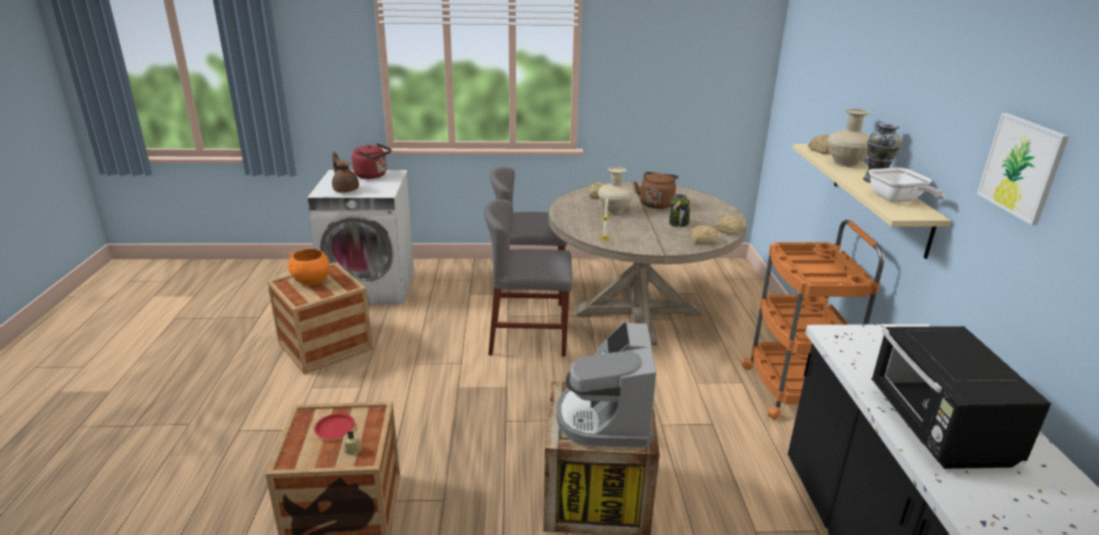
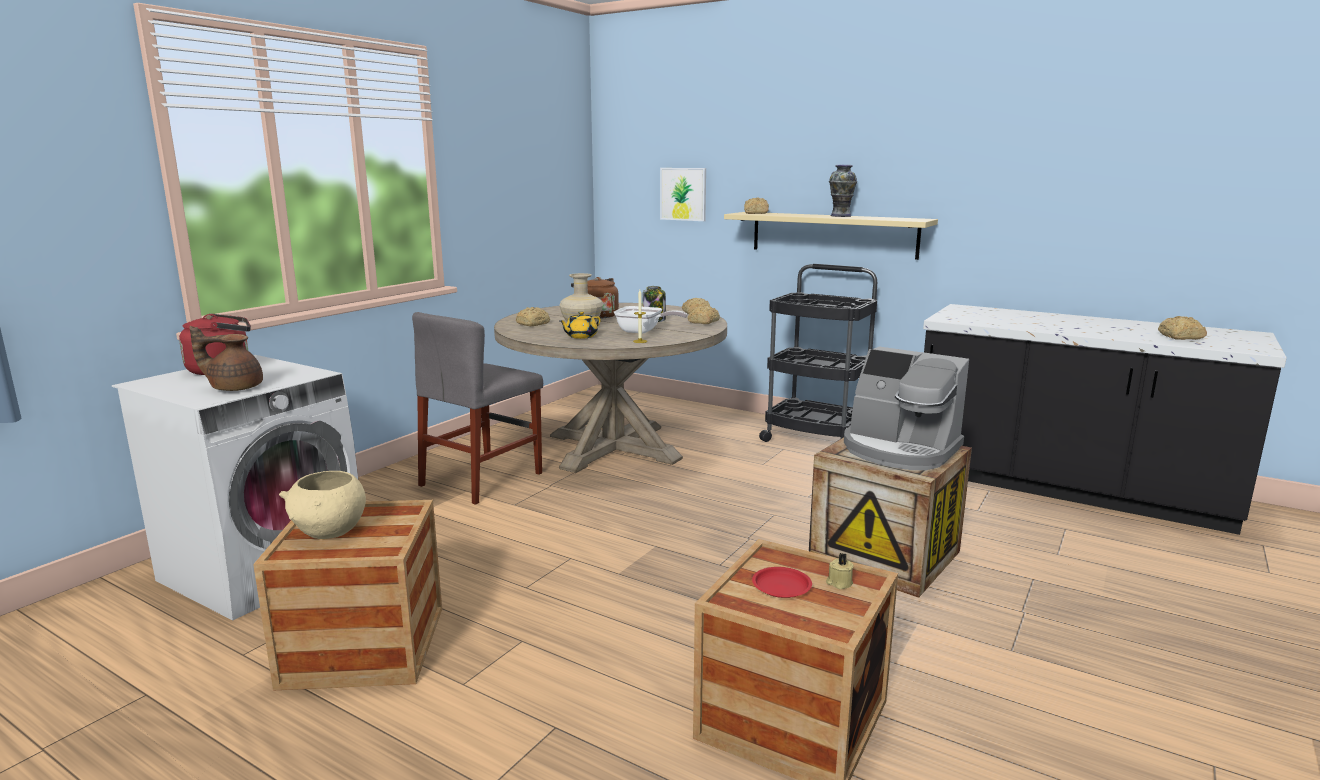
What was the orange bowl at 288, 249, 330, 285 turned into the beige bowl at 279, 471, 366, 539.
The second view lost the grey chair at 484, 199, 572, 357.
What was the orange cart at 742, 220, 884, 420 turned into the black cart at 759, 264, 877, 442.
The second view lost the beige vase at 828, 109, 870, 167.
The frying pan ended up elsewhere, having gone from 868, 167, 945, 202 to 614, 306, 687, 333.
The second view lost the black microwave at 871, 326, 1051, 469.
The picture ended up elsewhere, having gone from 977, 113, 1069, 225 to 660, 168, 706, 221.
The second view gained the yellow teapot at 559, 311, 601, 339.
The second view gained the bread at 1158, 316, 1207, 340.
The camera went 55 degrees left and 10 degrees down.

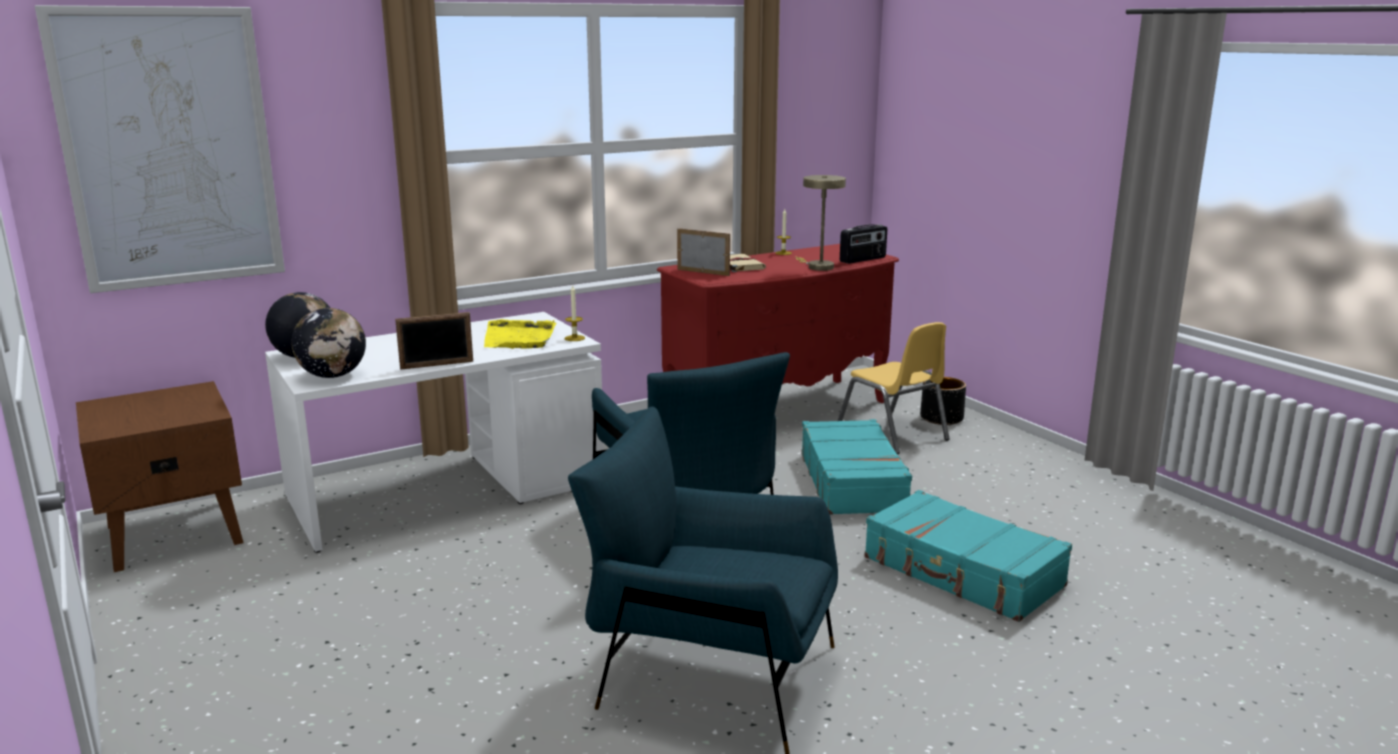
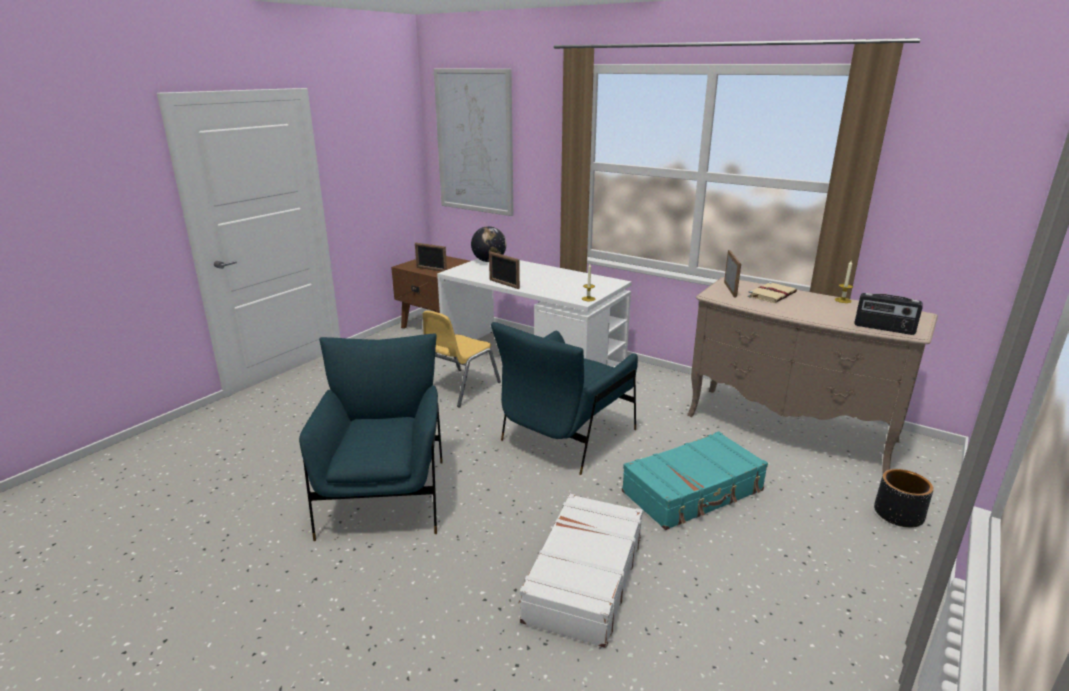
The second view lost the globe at 291, 308, 366, 378.
The second view lost the yellow tray at 484, 319, 556, 349.
What was the red dresser at 657, 244, 899, 403 turned into the beige dresser at 687, 277, 938, 474.
The second view lost the beige table lamp at 795, 175, 846, 271.
The yellow chair ended up elsewhere, having gone from 838, 322, 949, 454 to 422, 311, 501, 407.
What was the turquoise suitcase at 864, 490, 1072, 622 turned into the white suitcase at 518, 494, 643, 648.
The second view gained the picture frame at 415, 243, 447, 272.
The camera went 65 degrees right and 5 degrees up.

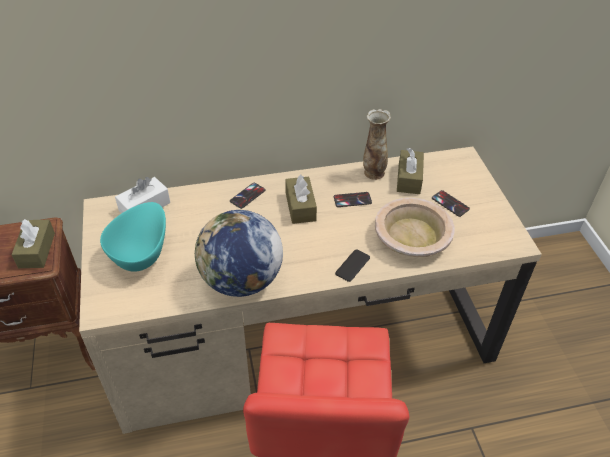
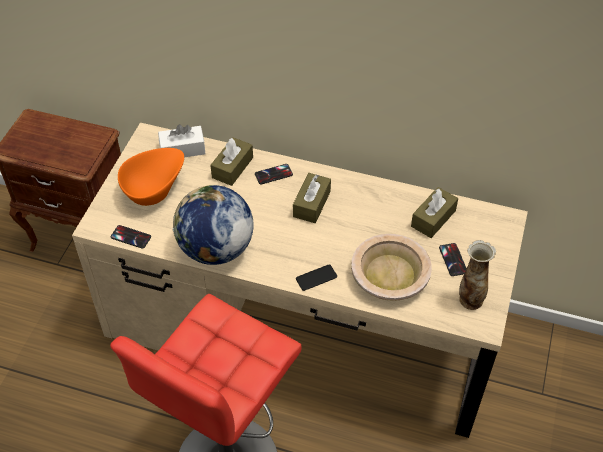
The brown tissue box ended up elsewhere, having gone from 12, 219, 55, 268 to 210, 137, 253, 186.
What was the turquoise bowl at 100, 202, 166, 272 turned into the orange bowl at 118, 148, 184, 206.
The phone ended up elsewhere, having gone from 334, 192, 372, 207 to 111, 225, 151, 249.
The vase ended up elsewhere, having gone from 363, 109, 391, 180 to 459, 240, 496, 310.
The camera went 30 degrees right and 5 degrees up.

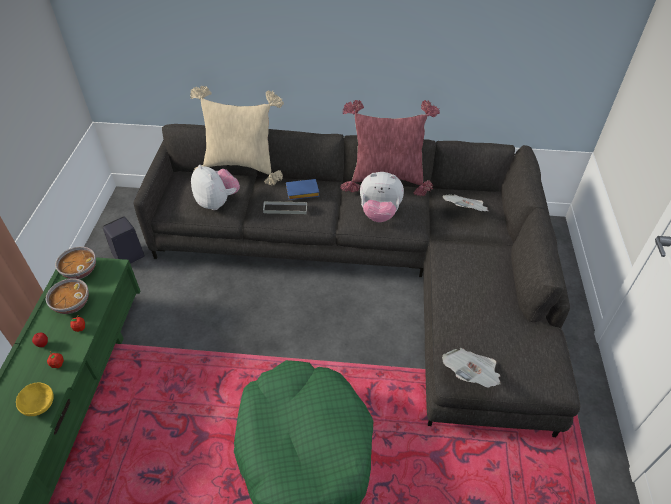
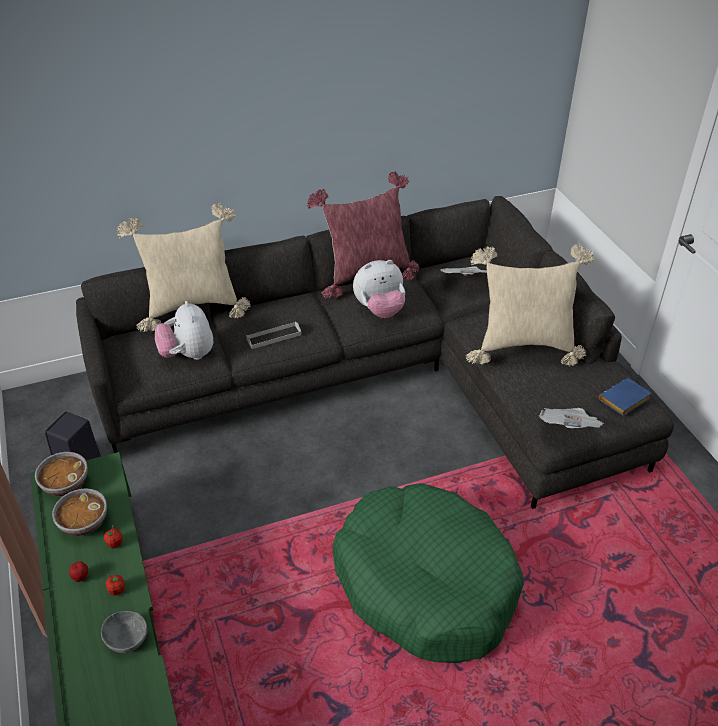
What was the yellow bowl at 16, 383, 54, 416 turned into the grey bowl at 101, 611, 147, 653.
The plush toy at 191, 165, 240, 210 ended up facing another way, 135 degrees counterclockwise from before.
The blue book ended up elsewhere, having gone from 286, 179, 319, 200 to 599, 378, 652, 416.
The second view gained the beige pillow at 465, 244, 595, 367.
The camera went 25 degrees left and 5 degrees down.

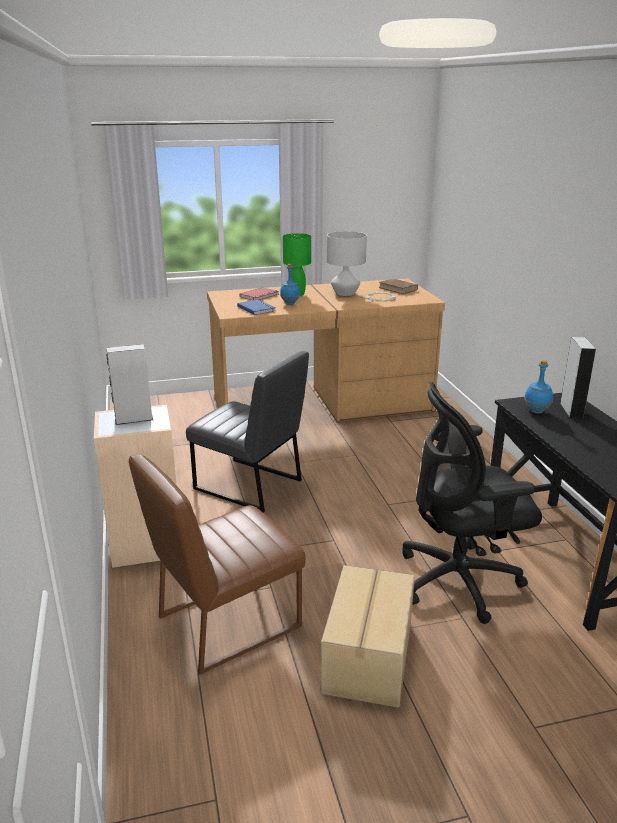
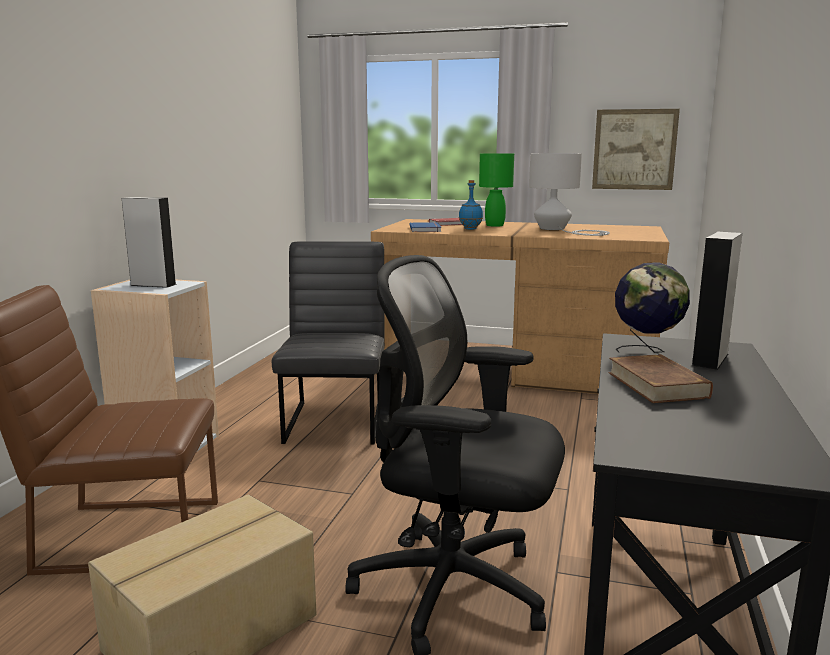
The grey chair at 186, 351, 309, 513 ended up facing another way, 150 degrees counterclockwise from before.
The brown book ended up elsewhere, having gone from 379, 278, 418, 294 to 608, 354, 713, 403.
Where the blue bottle stood at 524, 360, 553, 413, the globe came to stand at 615, 262, 690, 353.
The second view gained the picture at 592, 109, 680, 190.
The camera went 30 degrees right and 10 degrees down.

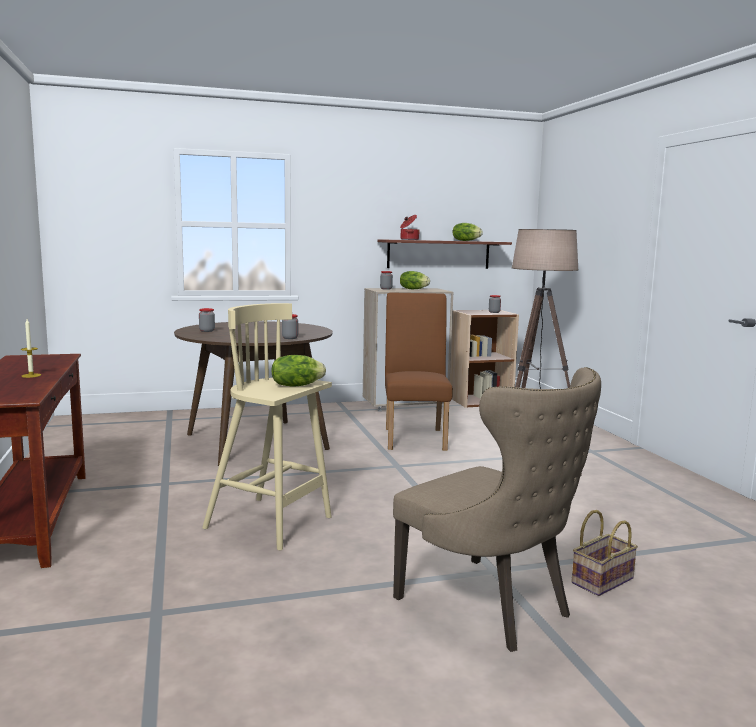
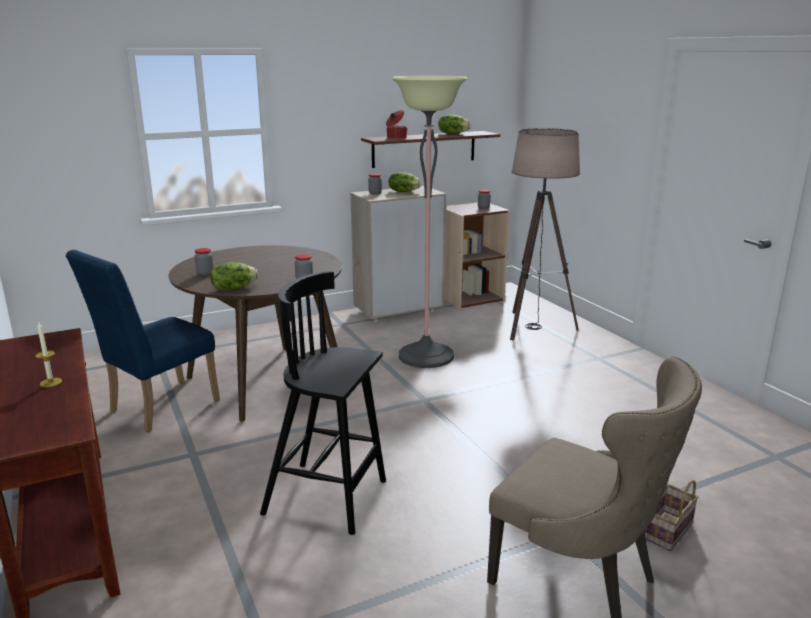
What was the beige stool at 202, 303, 332, 550 turned into the black stool at 260, 272, 386, 535.
The lettuce ended up elsewhere, having gone from 272, 355, 326, 386 to 210, 262, 258, 290.
Where the brown chair stood at 385, 293, 453, 450, the floor lamp came to stand at 392, 76, 468, 368.
The second view gained the blue chair at 66, 250, 220, 432.
The camera went 10 degrees left and 10 degrees up.

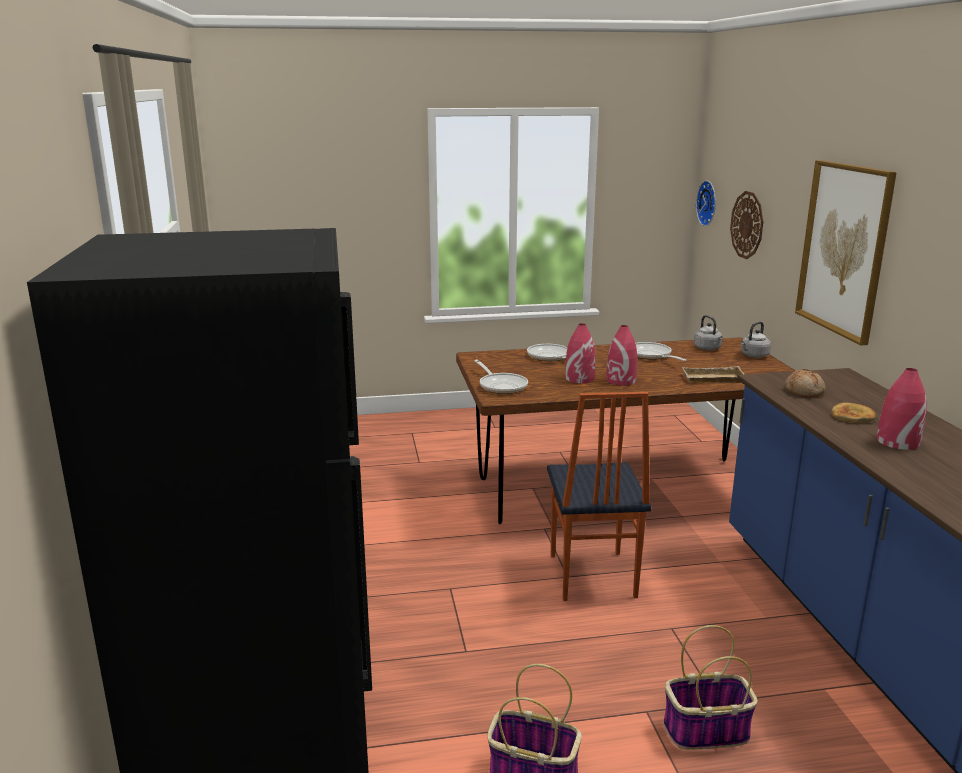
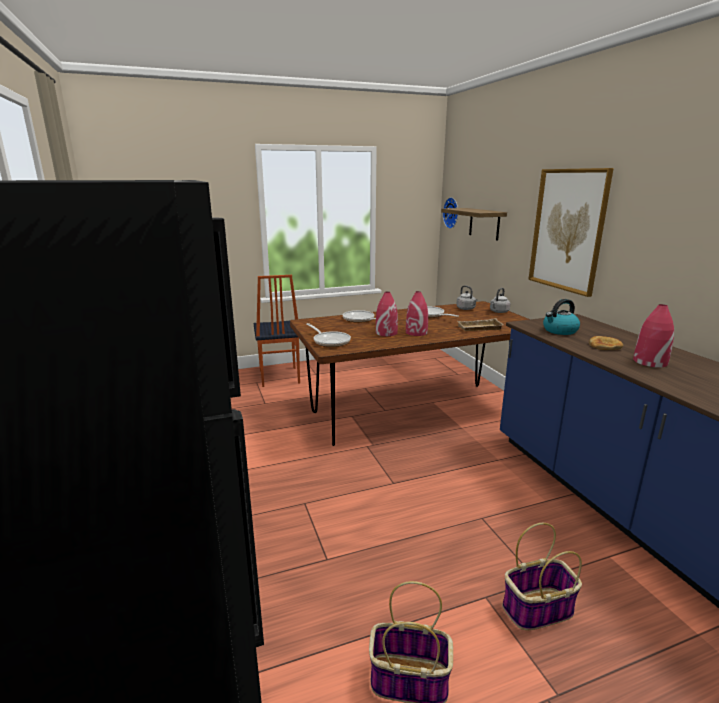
The chair ended up elsewhere, having gone from 547, 392, 652, 601 to 254, 275, 300, 387.
Where the wall clock hung at 730, 191, 763, 259, the shelf came to hang at 441, 208, 507, 241.
Where the bread stood at 784, 369, 826, 398, the kettle came to stand at 543, 299, 580, 335.
The camera went 10 degrees left and 0 degrees up.

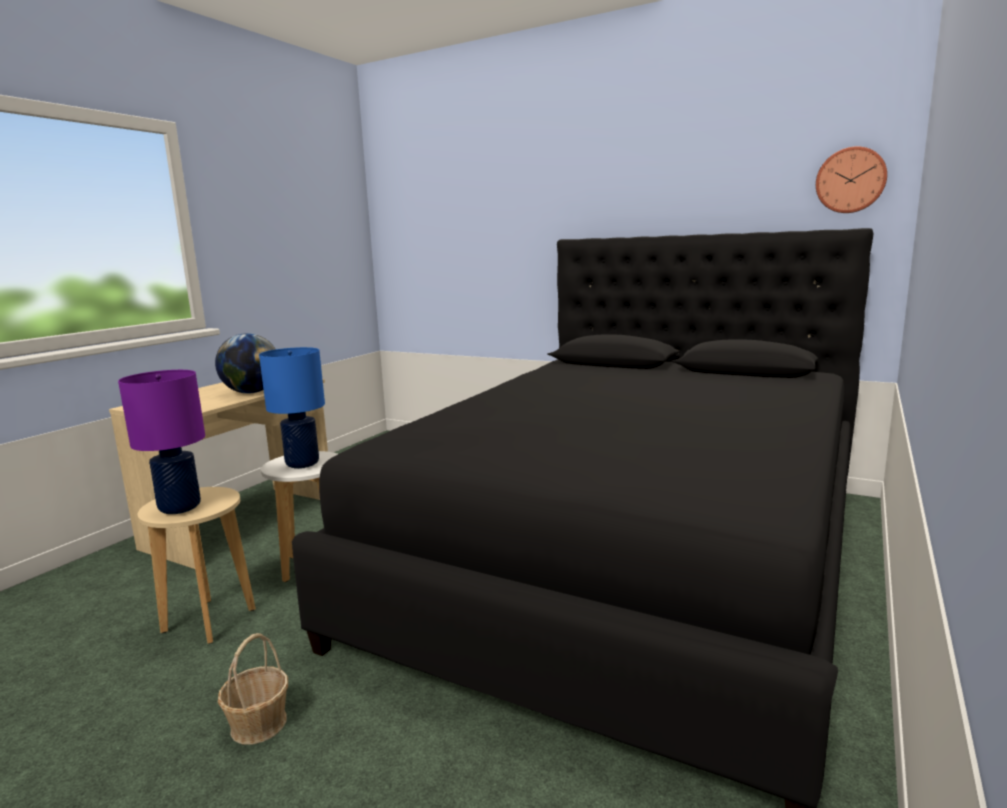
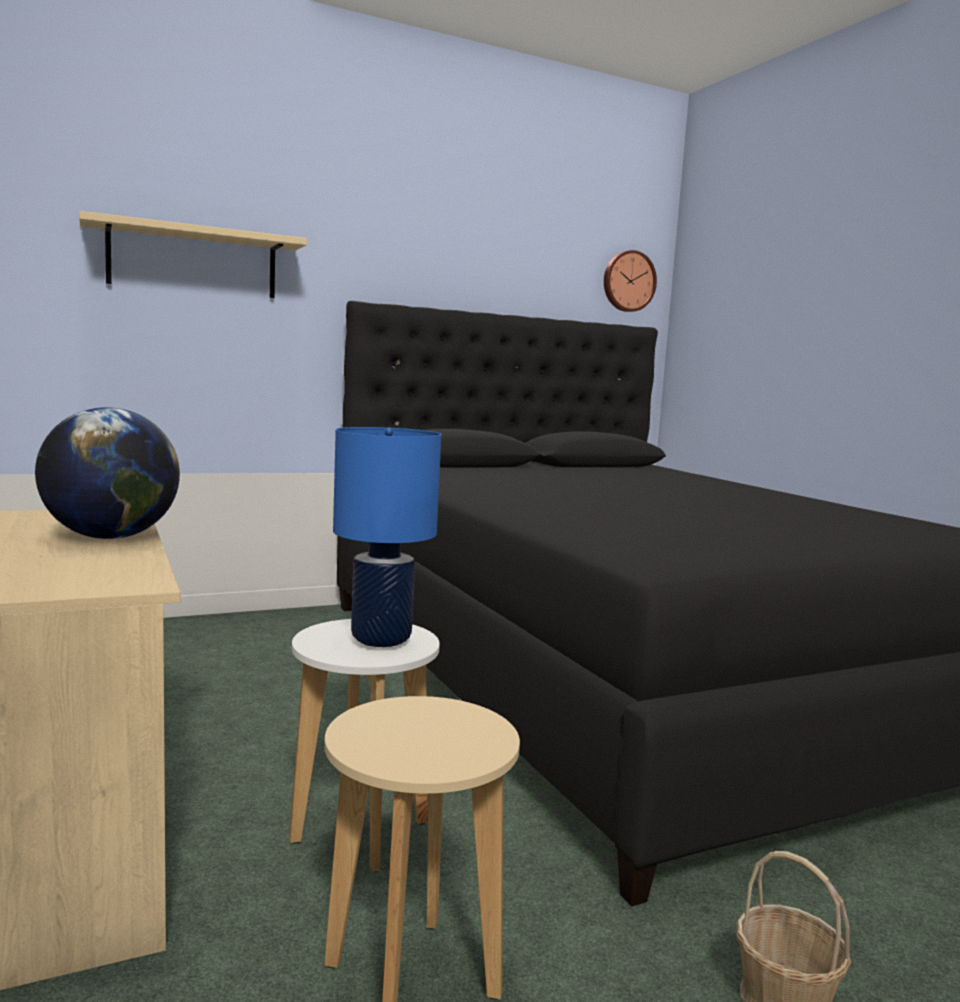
The second view lost the purple table lamp at 118, 370, 205, 514.
The second view gained the beige shelf at 79, 211, 307, 298.
The camera went 55 degrees left and 5 degrees down.

